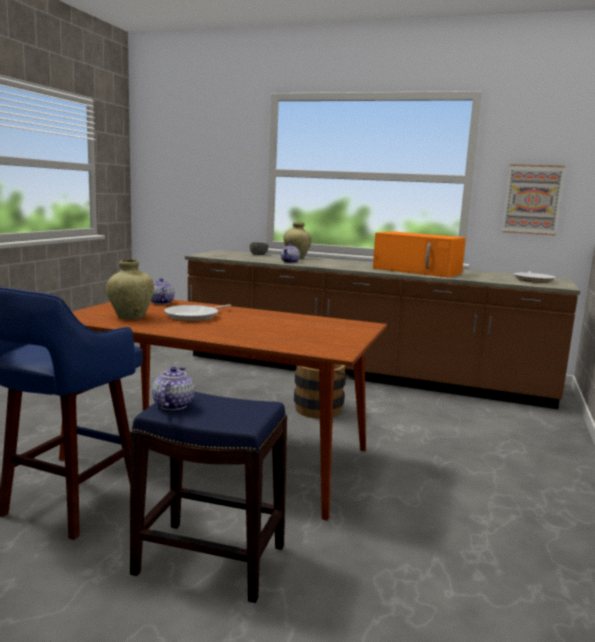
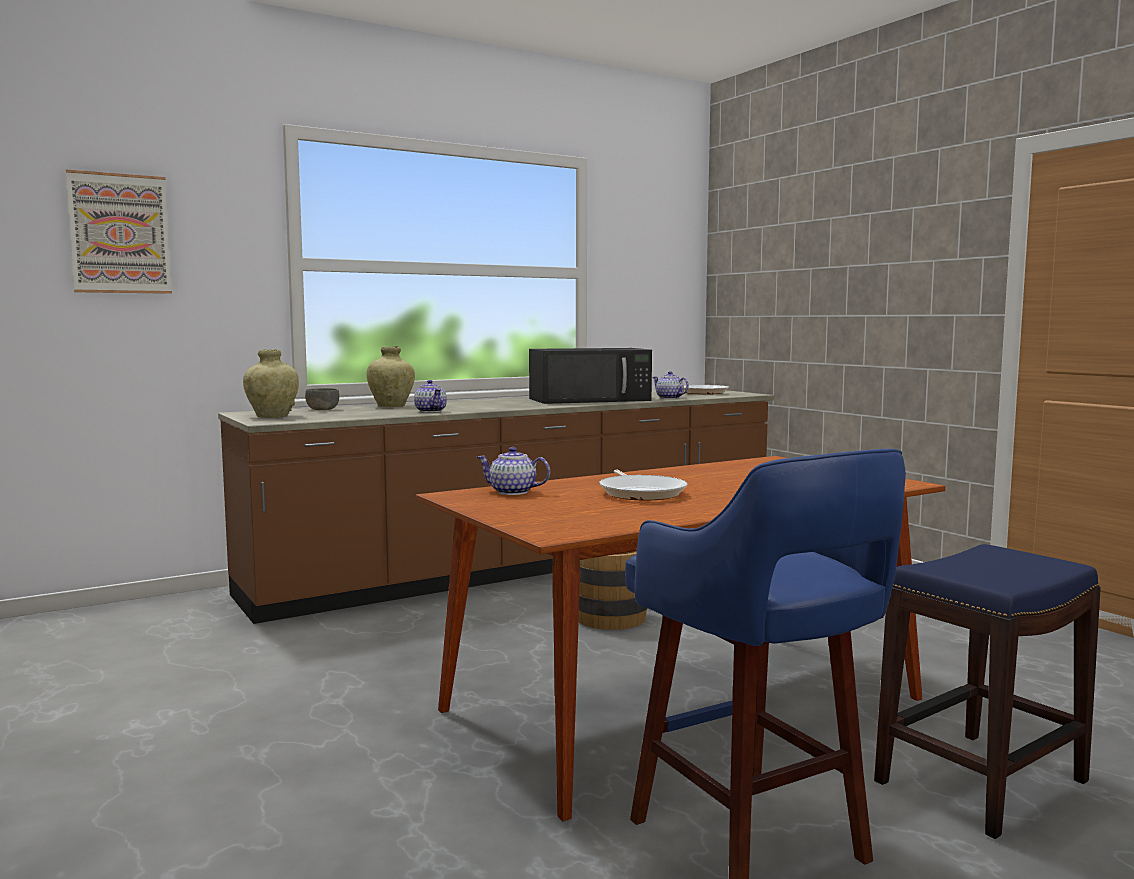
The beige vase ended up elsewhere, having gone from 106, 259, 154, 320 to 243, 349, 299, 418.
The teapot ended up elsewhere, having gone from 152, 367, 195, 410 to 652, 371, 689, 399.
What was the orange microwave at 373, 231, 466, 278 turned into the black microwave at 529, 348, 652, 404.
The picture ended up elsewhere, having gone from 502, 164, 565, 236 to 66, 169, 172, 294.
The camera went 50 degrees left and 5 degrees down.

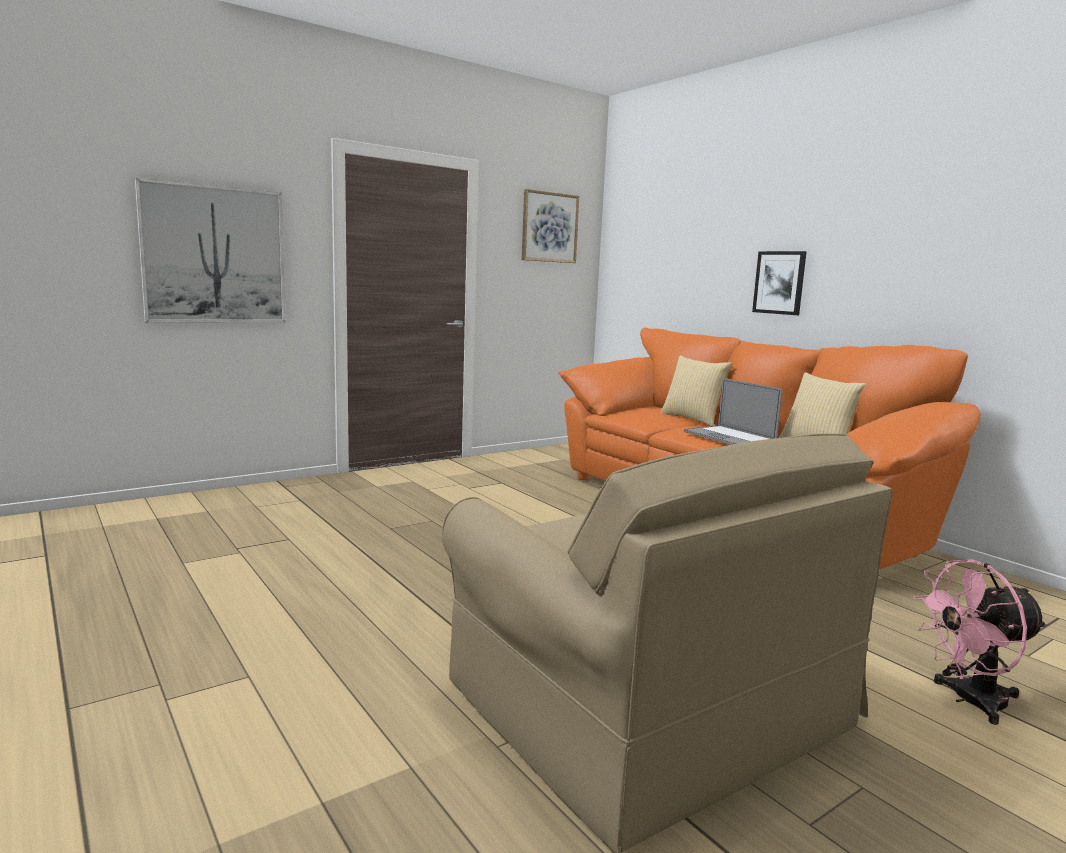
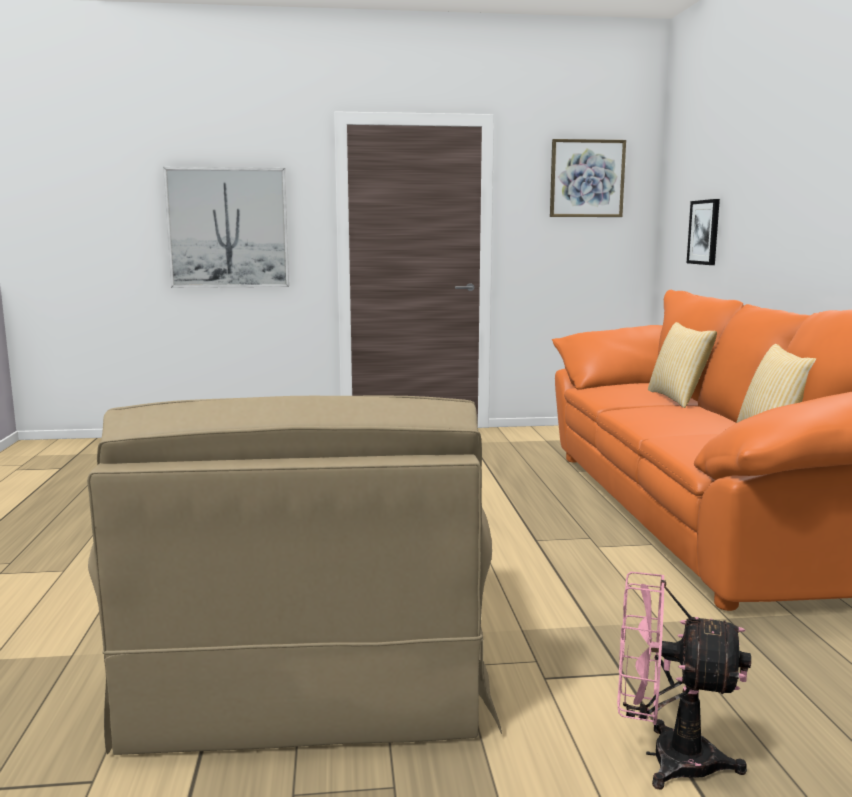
The second view lost the laptop at 684, 378, 783, 445.
The picture ended up elsewhere, having gone from 752, 251, 807, 315 to 687, 199, 720, 265.
The camera went 30 degrees right and 0 degrees up.

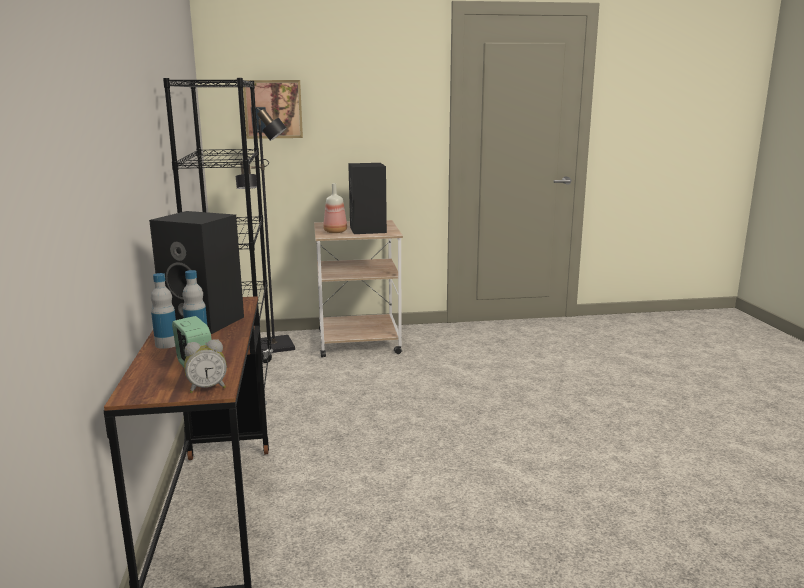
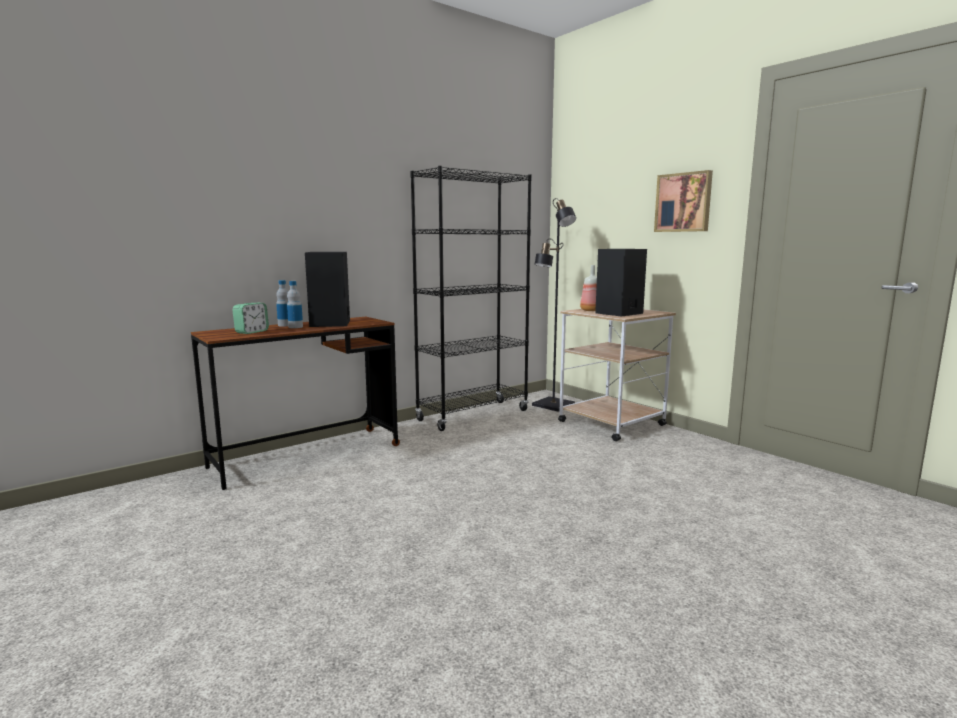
The second view lost the alarm clock at 184, 339, 227, 393.
The picture ended up elsewhere, having gone from 243, 80, 303, 139 to 654, 170, 713, 232.
The camera went 60 degrees right and 5 degrees down.

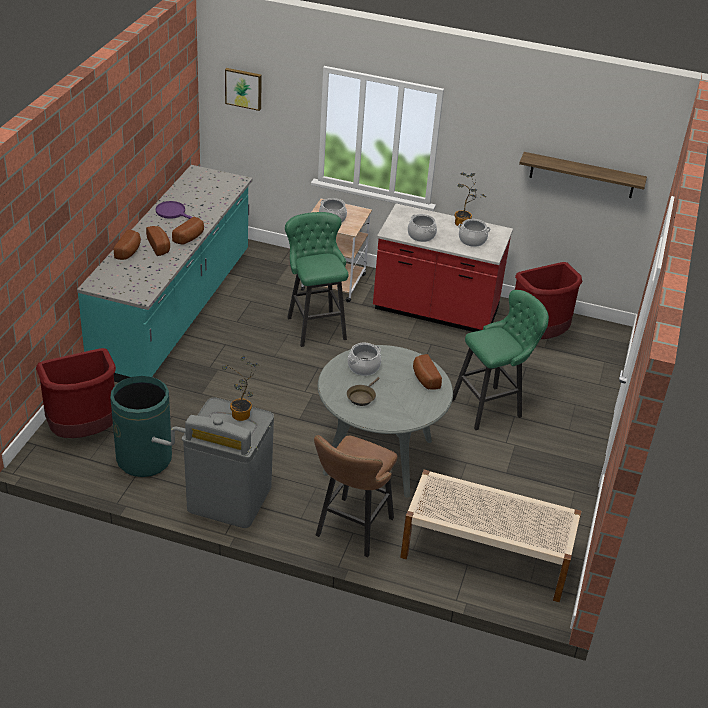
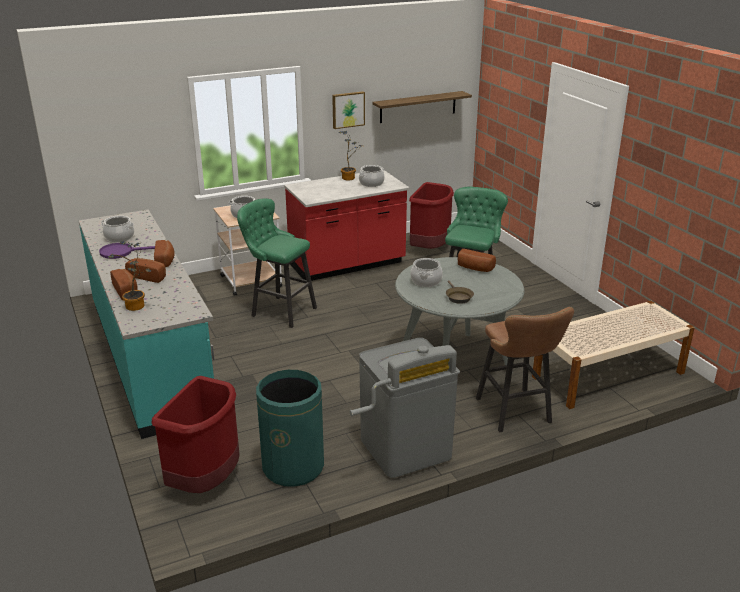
The potted plant ended up elsewhere, having gone from 222, 356, 259, 421 to 108, 241, 151, 311.
The picture ended up elsewhere, having gone from 225, 68, 262, 111 to 332, 91, 365, 129.
The cooking pot ended up elsewhere, having gone from 408, 214, 437, 242 to 101, 216, 134, 242.
The camera went 40 degrees left and 10 degrees down.

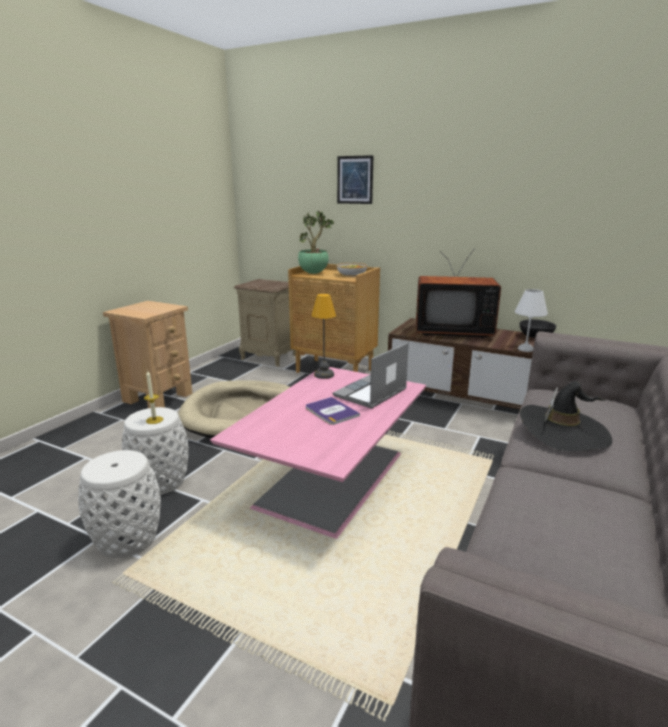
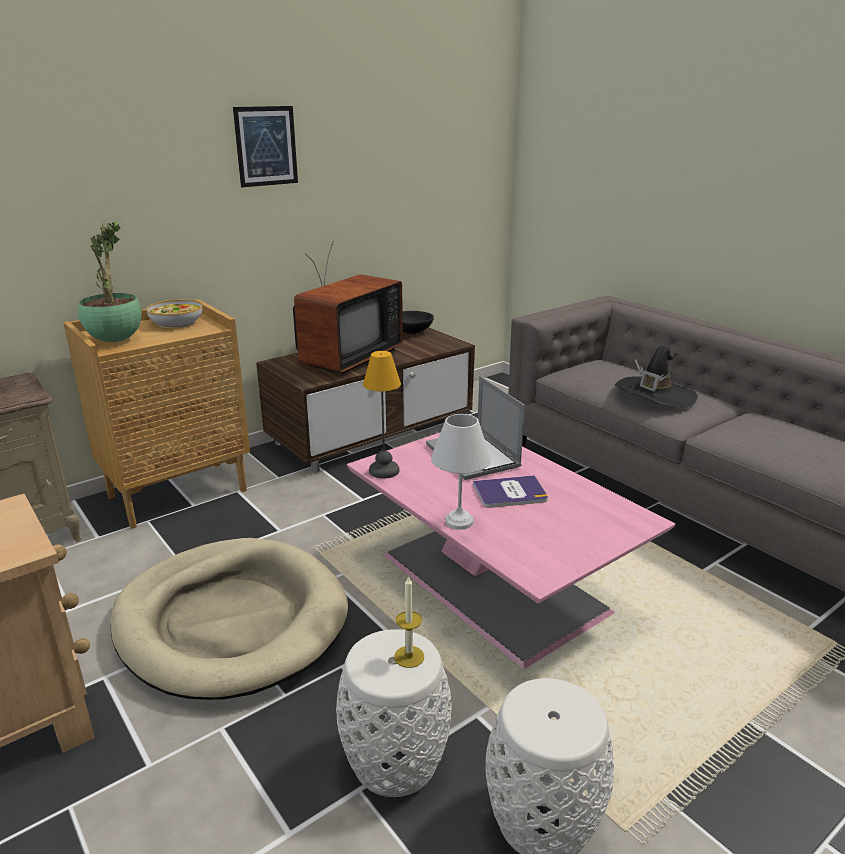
The picture ended up elsewhere, having gone from 337, 155, 373, 204 to 233, 106, 298, 187.
The white table lamp ended up elsewhere, having gone from 514, 289, 548, 352 to 431, 414, 491, 530.
The camera went 65 degrees left and 5 degrees up.

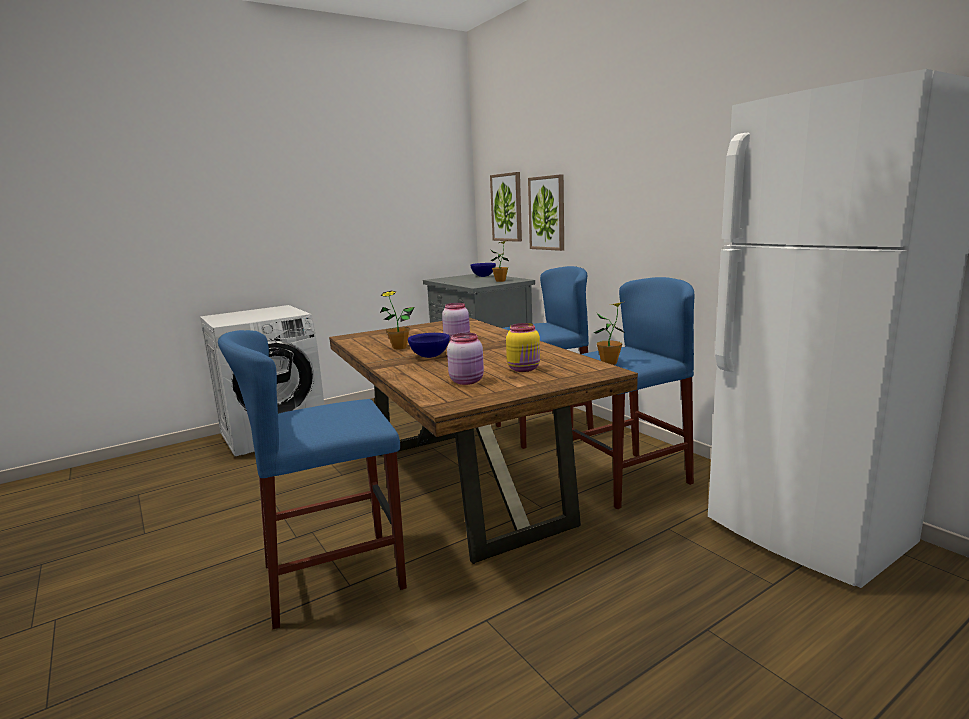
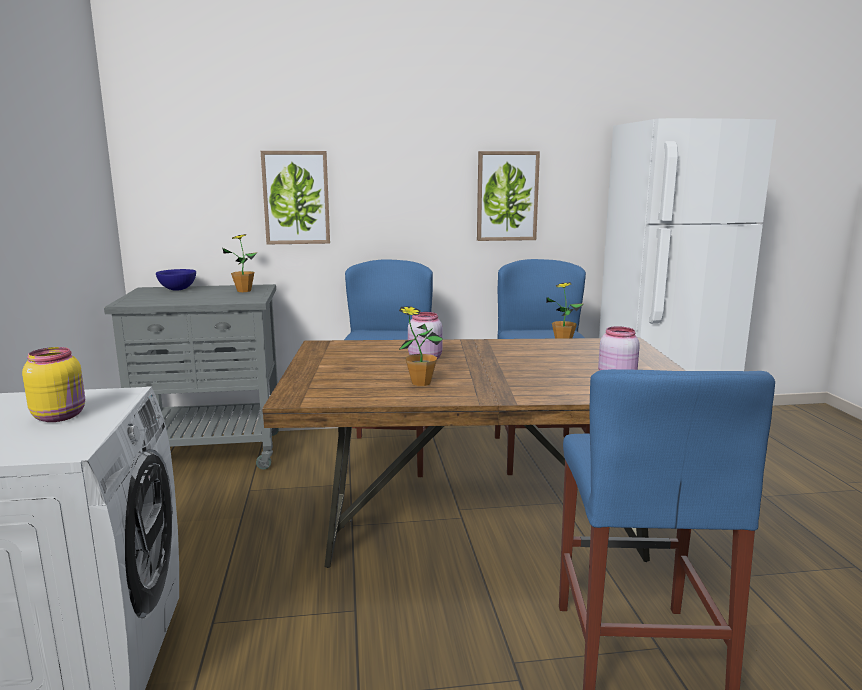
The second view lost the blue bowl at 408, 333, 450, 358.
The picture ended up elsewhere, having gone from 490, 172, 522, 242 to 477, 151, 540, 241.
The yellow jar ended up elsewhere, having gone from 506, 323, 540, 372 to 22, 347, 85, 422.
The camera went 65 degrees left and 0 degrees up.

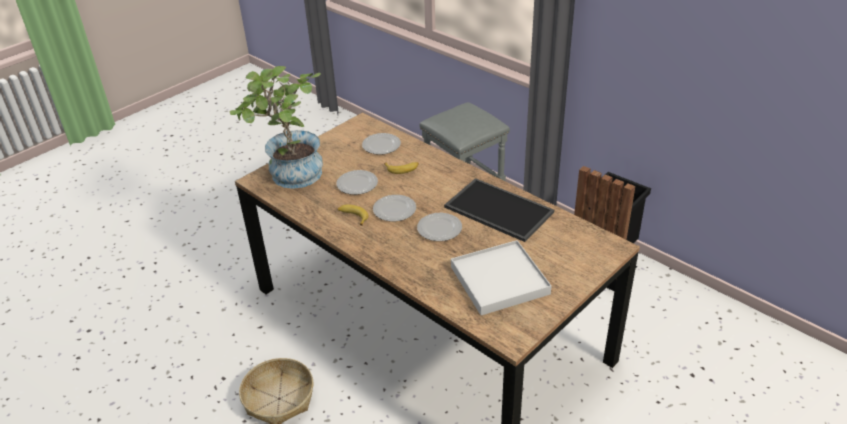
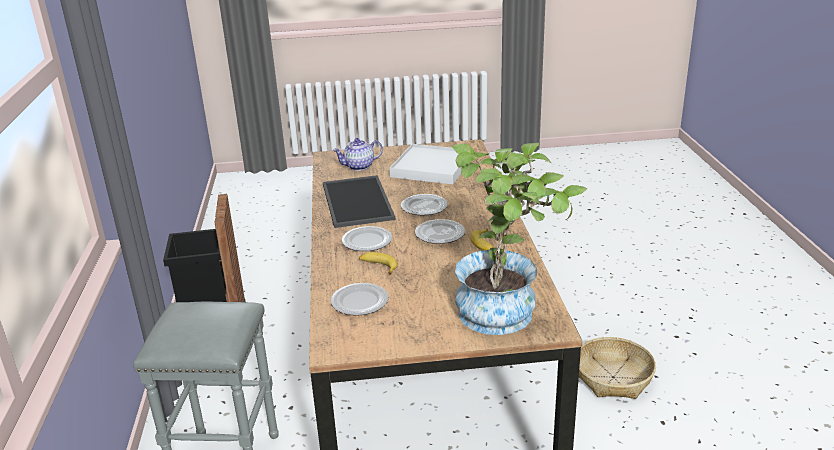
The plate ended up elsewhere, having gone from 336, 170, 378, 195 to 342, 226, 392, 251.
The second view gained the teapot at 333, 138, 383, 171.
The camera went 140 degrees left and 10 degrees down.

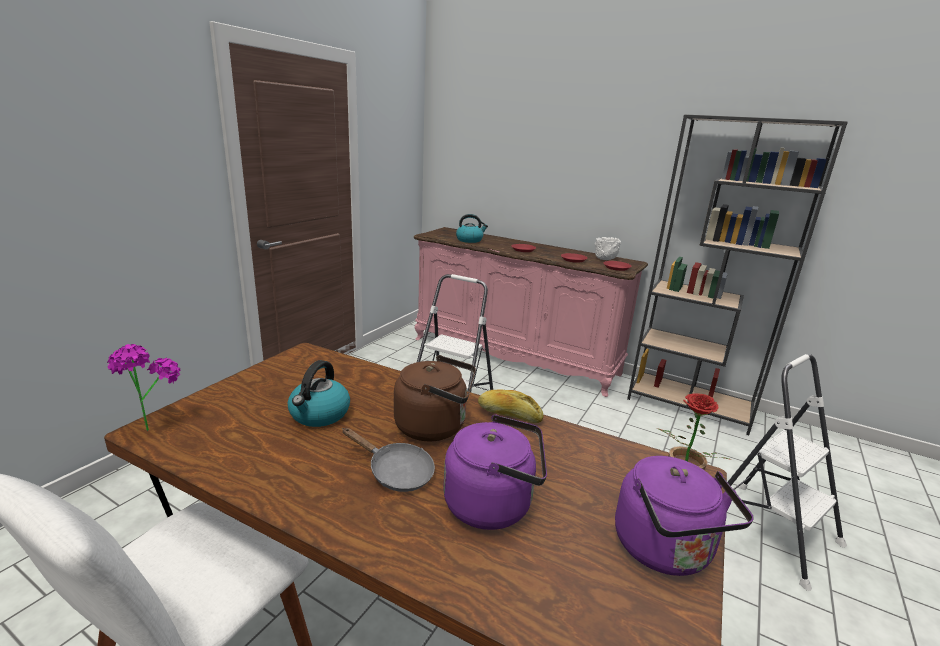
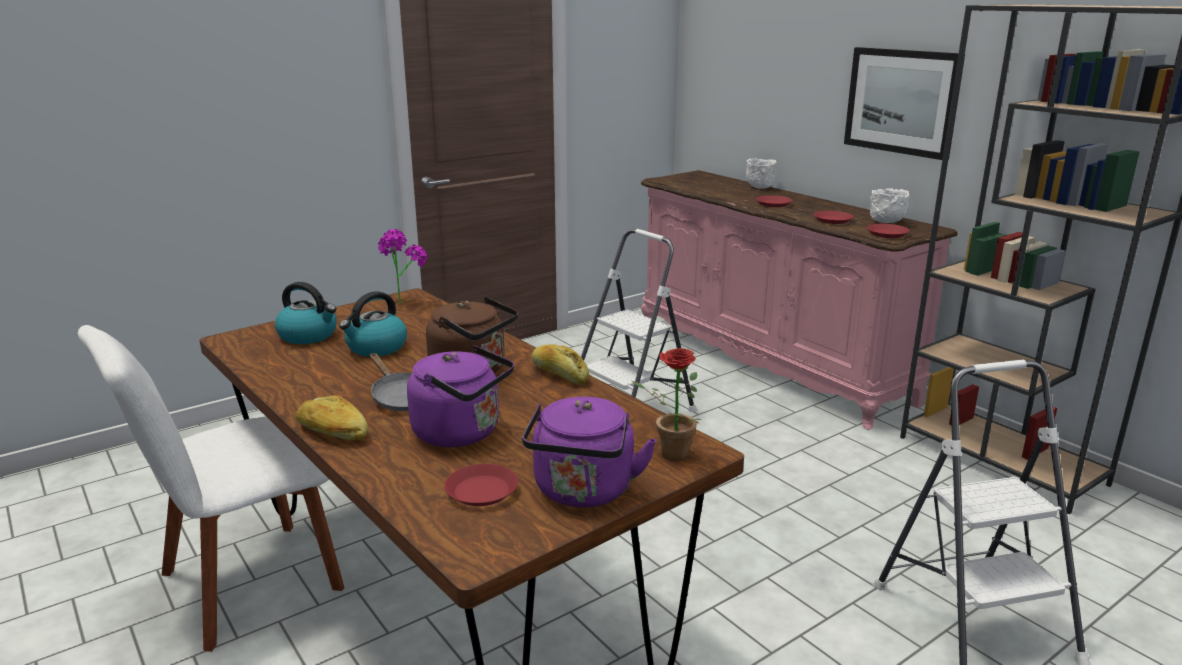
The potted plant ended up elsewhere, having gone from 107, 344, 180, 431 to 378, 229, 428, 304.
The kettle ended up elsewhere, having gone from 456, 214, 488, 243 to 275, 282, 337, 344.
The second view gained the bread at 296, 395, 368, 440.
The second view gained the red plate at 444, 464, 518, 506.
The second view gained the white bowl at 746, 158, 777, 189.
The second view gained the picture at 844, 47, 965, 160.
The camera went 25 degrees right and 0 degrees up.

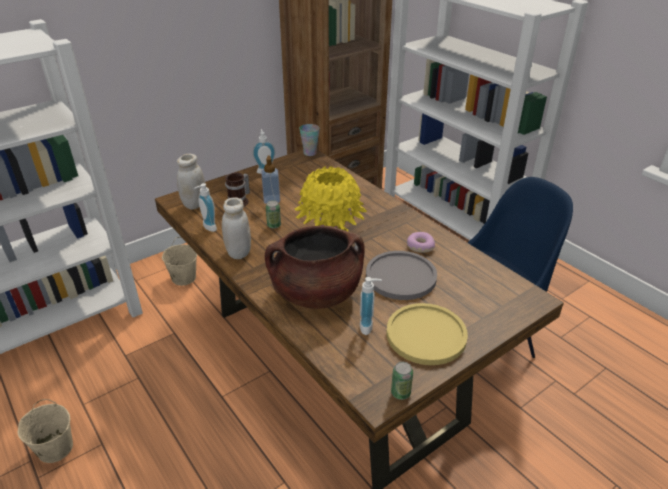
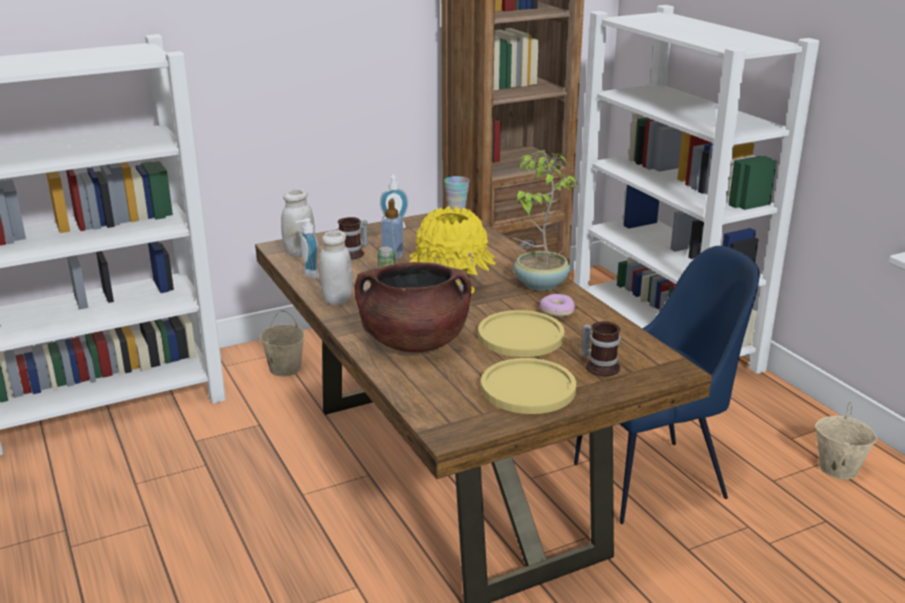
The beige bucket ended up elsewhere, having gone from 17, 399, 73, 463 to 815, 402, 877, 479.
The second view lost the soap dispenser at 360, 277, 382, 335.
What was the grey plate at 366, 251, 437, 300 turned into the yellow plate at 478, 310, 565, 357.
The second view lost the can at 391, 362, 413, 400.
The second view gained the potted plant at 513, 150, 580, 291.
The second view gained the mug at 581, 321, 621, 376.
The camera went 10 degrees right and 10 degrees down.

